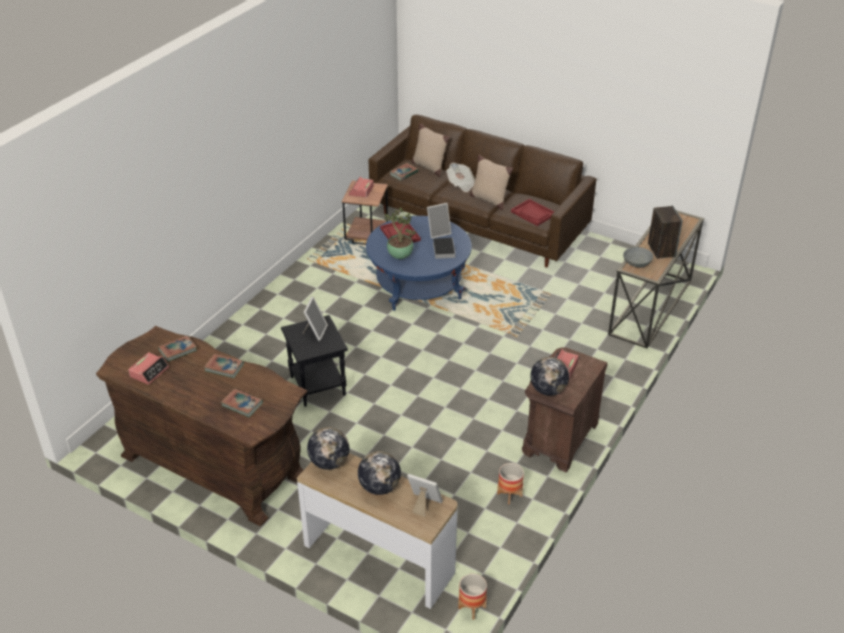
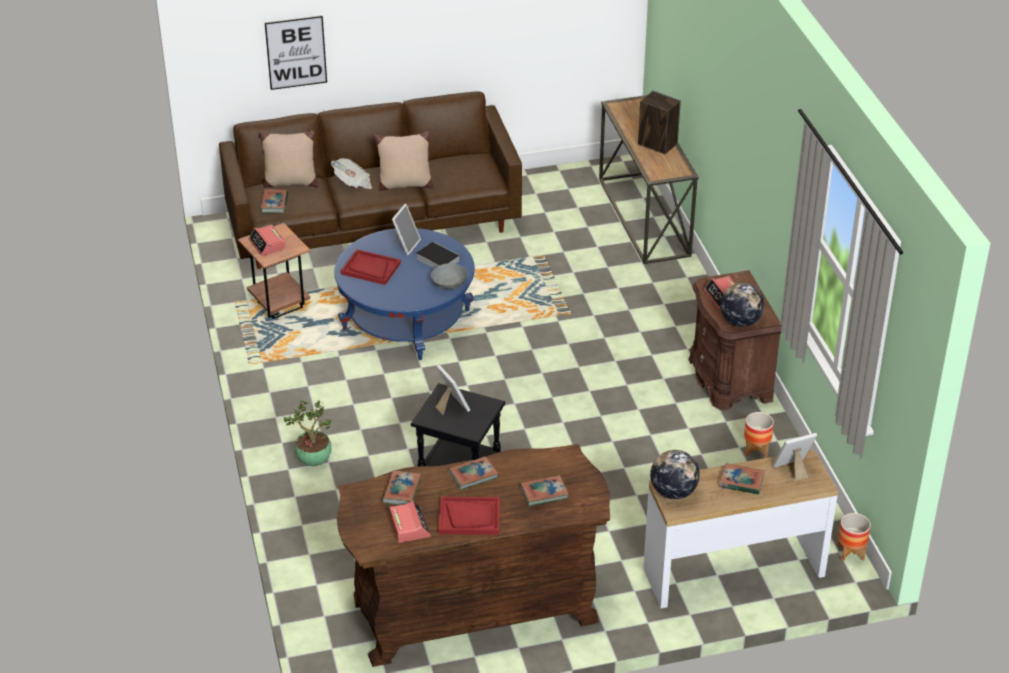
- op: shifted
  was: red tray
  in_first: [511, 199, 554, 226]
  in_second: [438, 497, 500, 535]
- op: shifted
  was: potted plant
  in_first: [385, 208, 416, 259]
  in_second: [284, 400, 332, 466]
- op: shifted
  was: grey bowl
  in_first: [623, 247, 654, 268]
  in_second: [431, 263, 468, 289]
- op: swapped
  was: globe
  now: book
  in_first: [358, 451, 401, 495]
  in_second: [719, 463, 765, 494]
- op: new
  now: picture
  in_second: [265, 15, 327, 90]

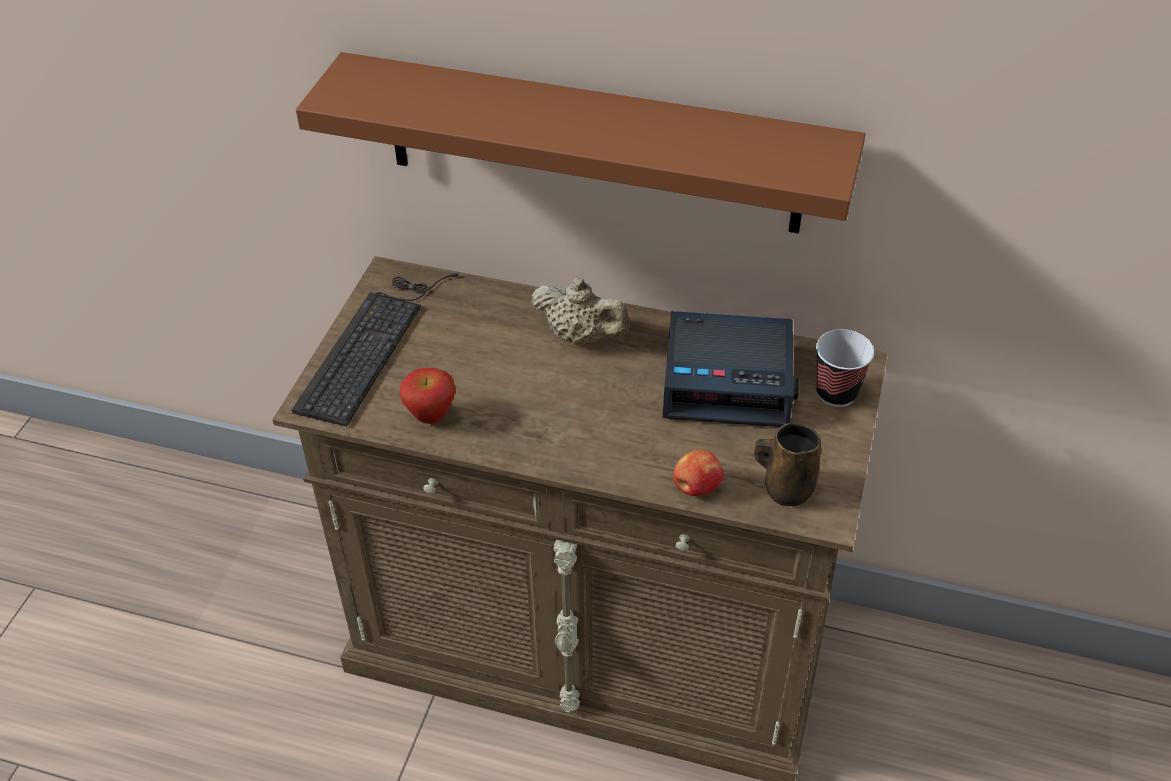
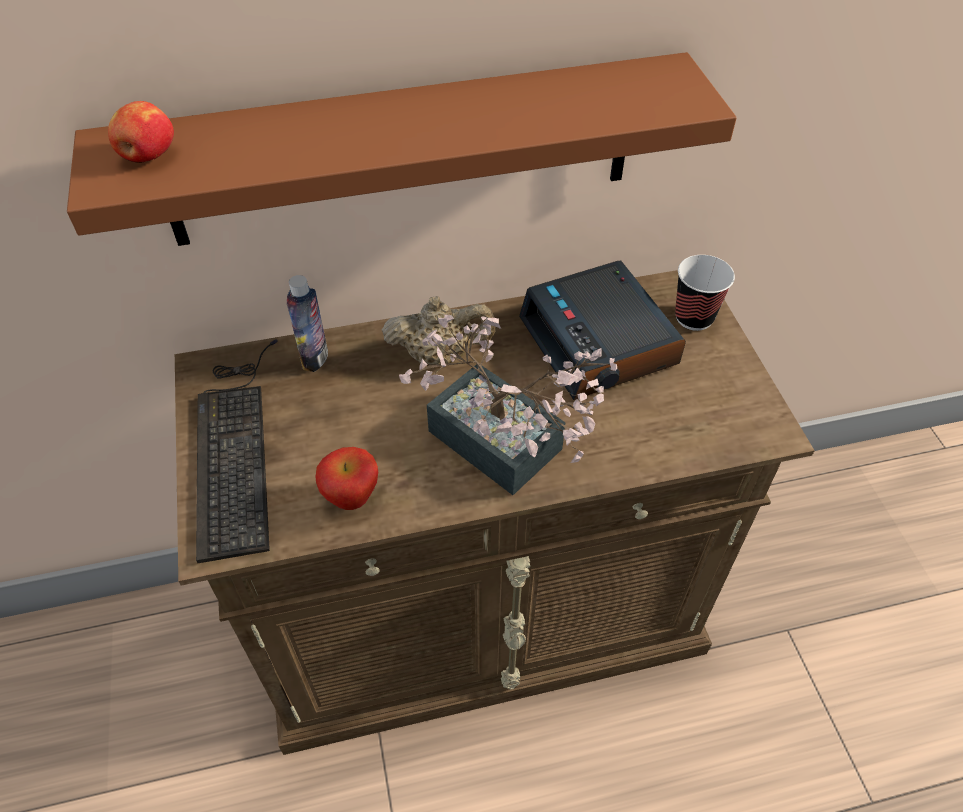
- op: rotated
  was: alarm clock
  in_first: [663, 311, 799, 427]
  in_second: [519, 261, 686, 400]
  clockwise: 90
- op: gone
  was: brown mug
  in_first: [754, 423, 821, 506]
- op: shifted
  was: apple
  in_first: [673, 450, 724, 496]
  in_second: [108, 101, 174, 163]
- op: new
  now: bottle
  in_second: [287, 275, 328, 372]
- op: new
  now: potted plant
  in_second: [399, 315, 617, 495]

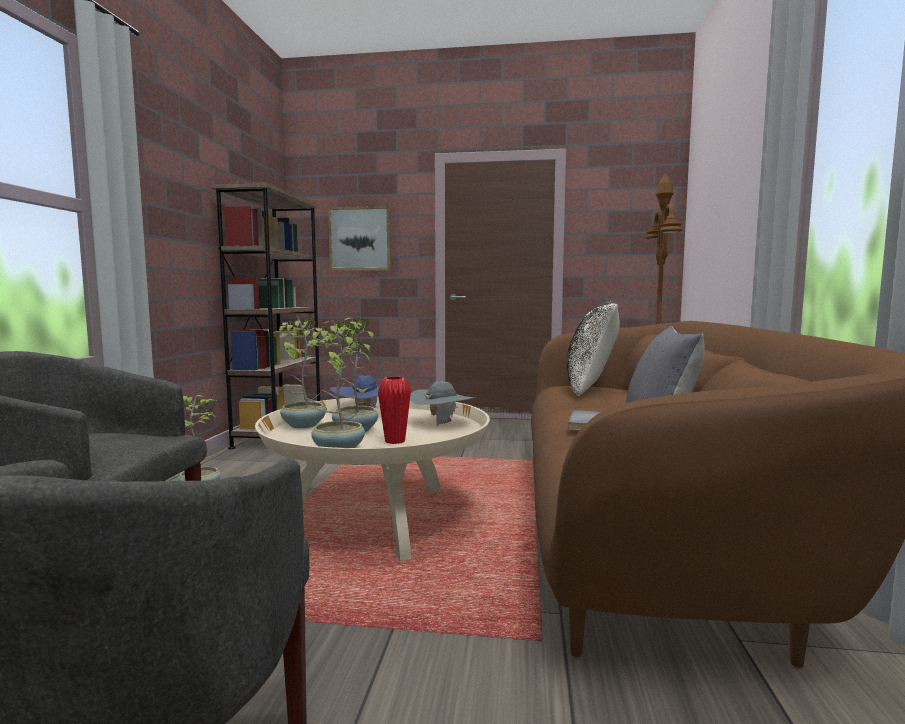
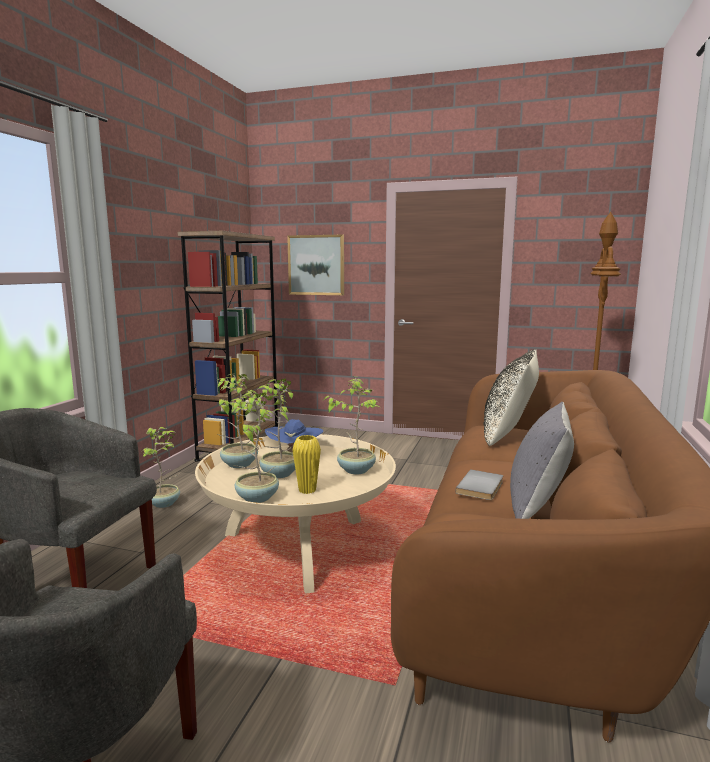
- op: repainted
  was: red vase
  now: yellow vase
  in_first: [378, 376, 411, 444]
  in_second: [292, 435, 321, 494]
- op: swapped
  was: grey hat
  now: potted plant
  in_first: [410, 381, 474, 427]
  in_second: [324, 377, 379, 475]

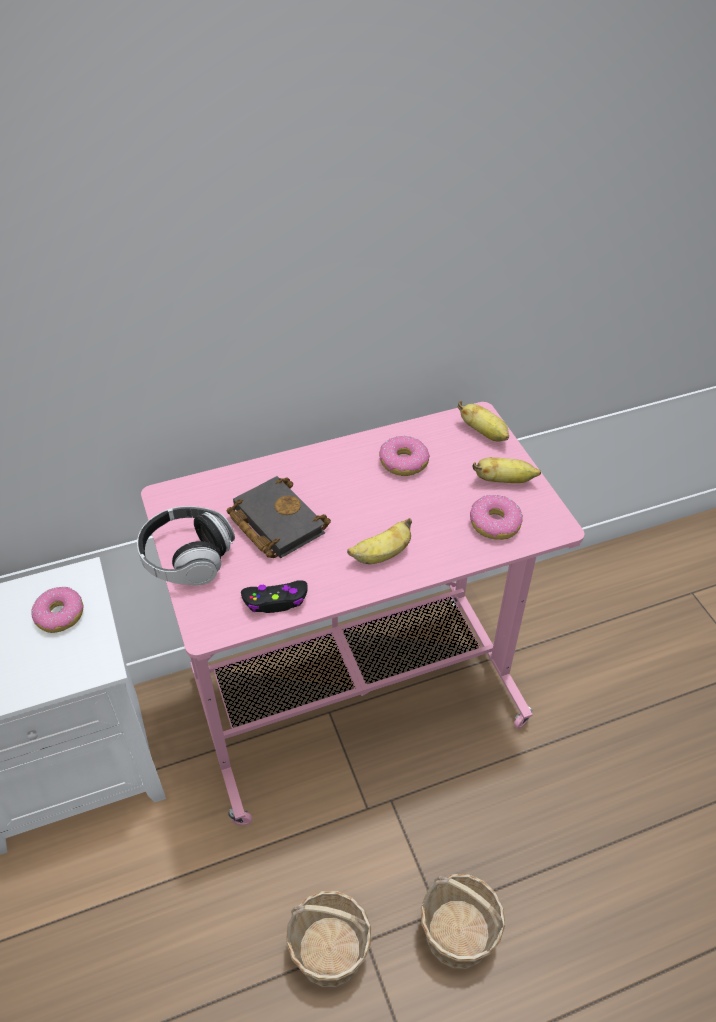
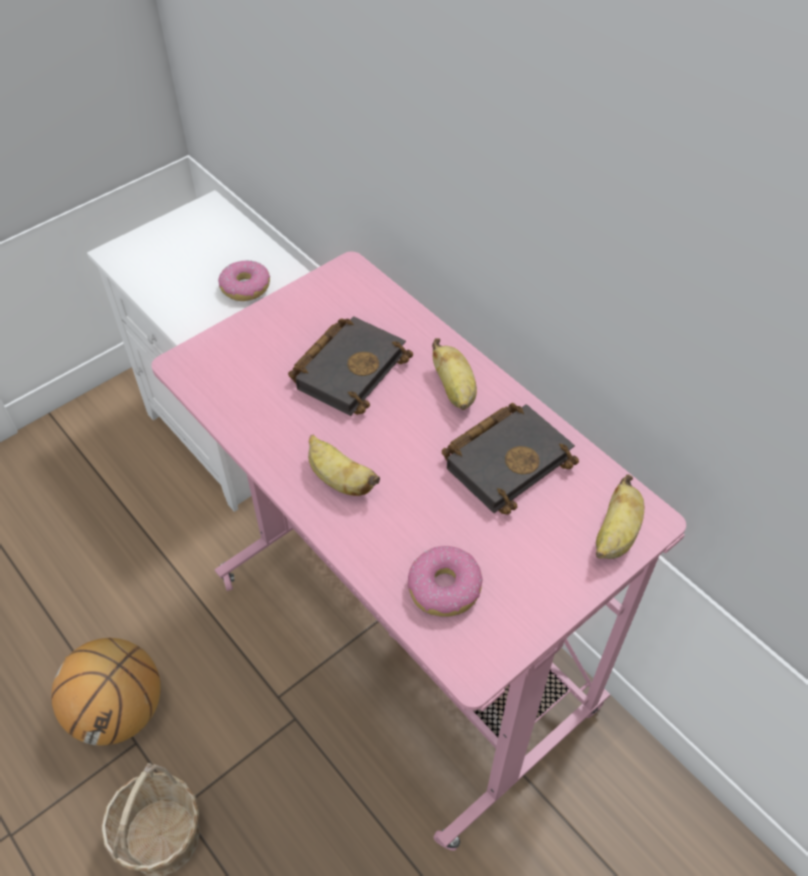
- op: swapped
  was: donut
  now: black book
  in_first: [379, 436, 430, 476]
  in_second: [442, 403, 579, 515]
- op: shifted
  was: banana
  in_first: [472, 457, 541, 483]
  in_second: [432, 338, 477, 410]
- op: gone
  was: headphones
  in_first: [137, 506, 235, 585]
- op: gone
  was: black game controller
  in_first: [241, 580, 308, 613]
- op: swapped
  was: basket
  now: basketball
  in_first: [286, 891, 371, 987]
  in_second: [51, 638, 161, 746]

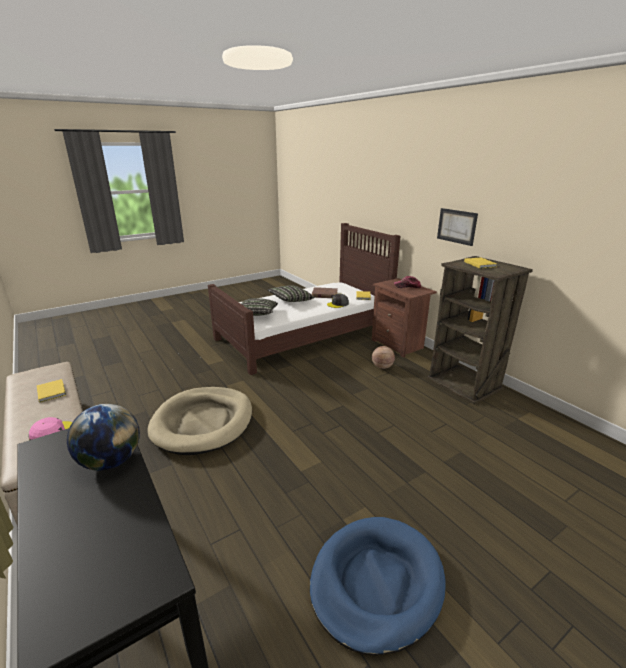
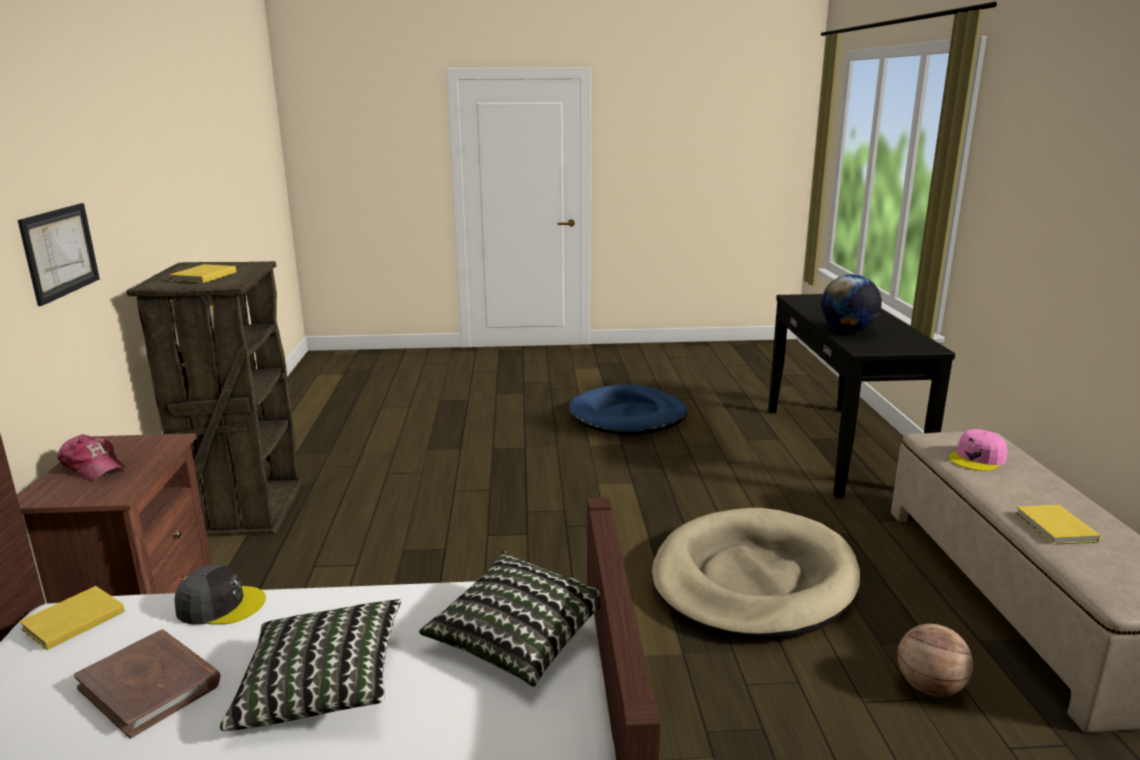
- op: shifted
  was: basketball
  in_first: [372, 346, 395, 369]
  in_second: [897, 624, 973, 697]

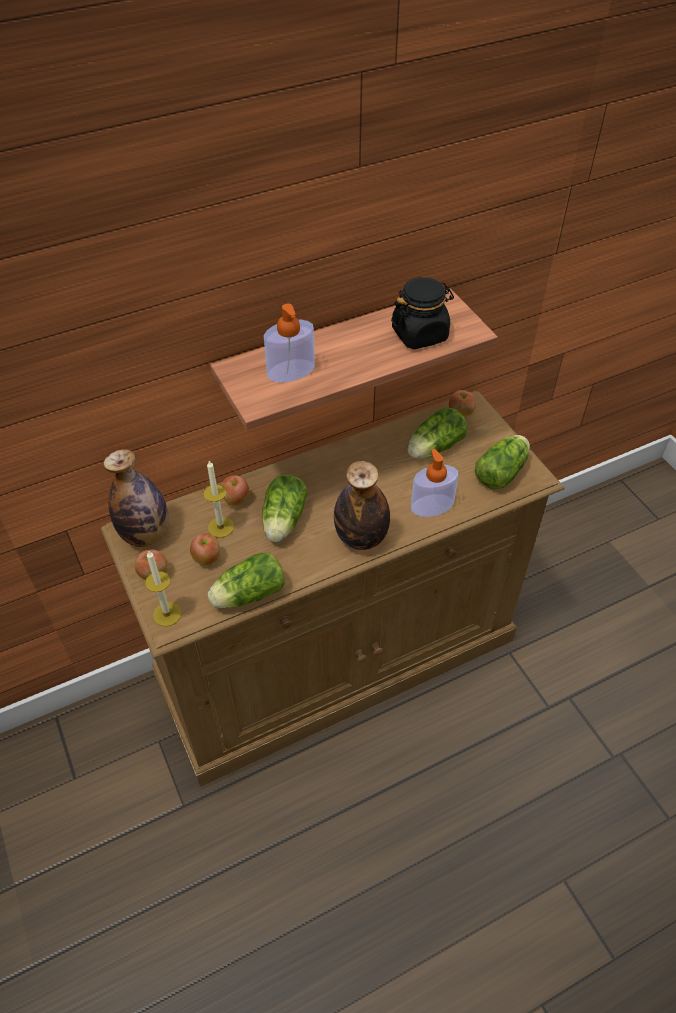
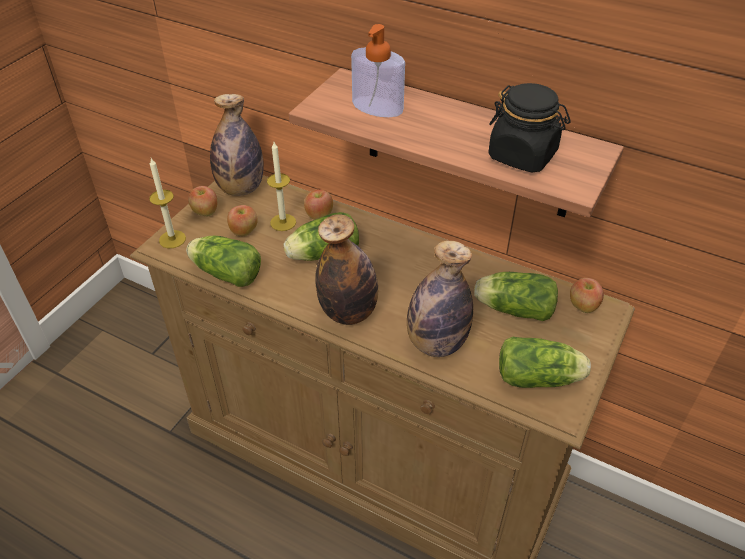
- op: swapped
  was: soap dispenser
  now: bottle
  in_first: [411, 449, 458, 517]
  in_second: [407, 240, 473, 357]

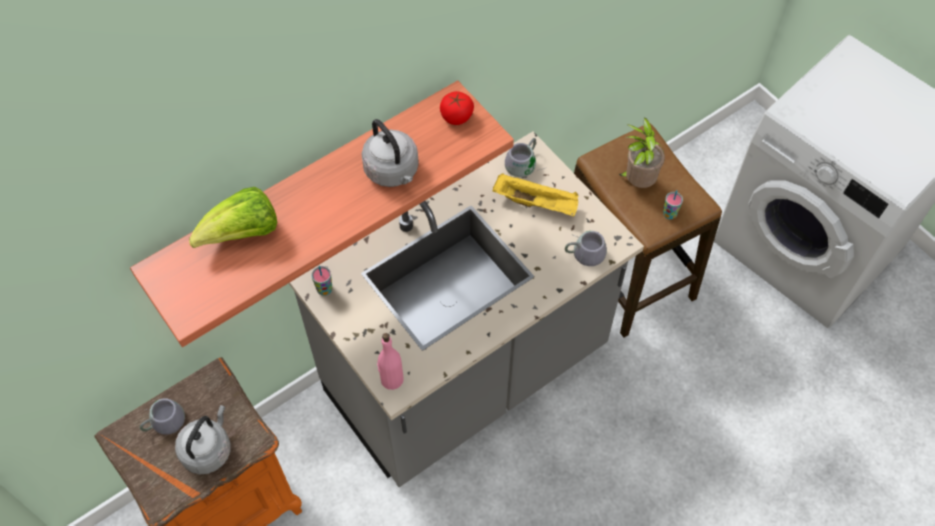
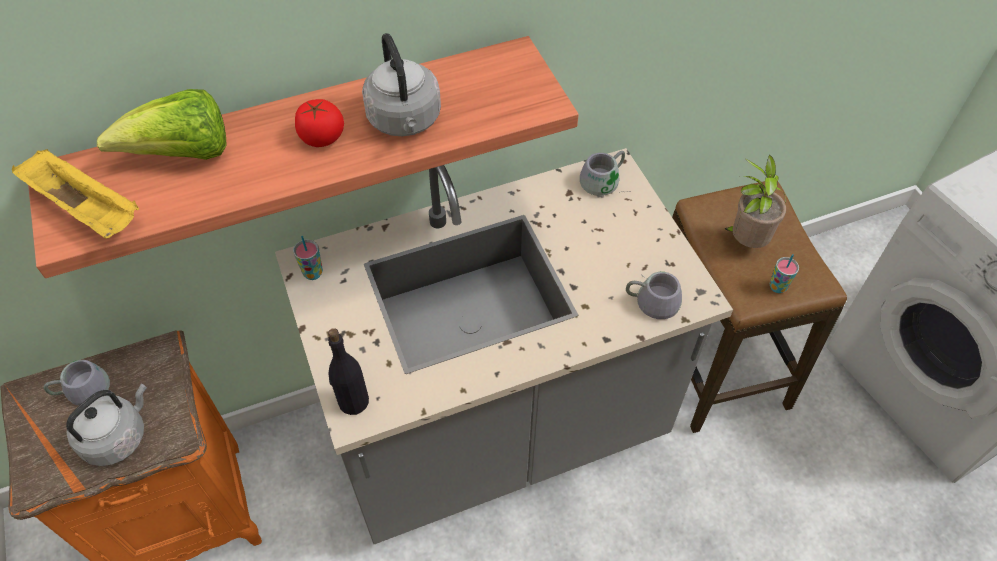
- op: shifted
  was: tomato
  in_first: [440, 91, 474, 125]
  in_second: [295, 99, 344, 147]
- op: shifted
  was: yellow tray
  in_first: [493, 173, 578, 217]
  in_second: [12, 149, 139, 239]
- op: repainted
  was: pink bottle
  now: black bottle
  in_first: [377, 333, 404, 390]
  in_second: [328, 328, 369, 415]

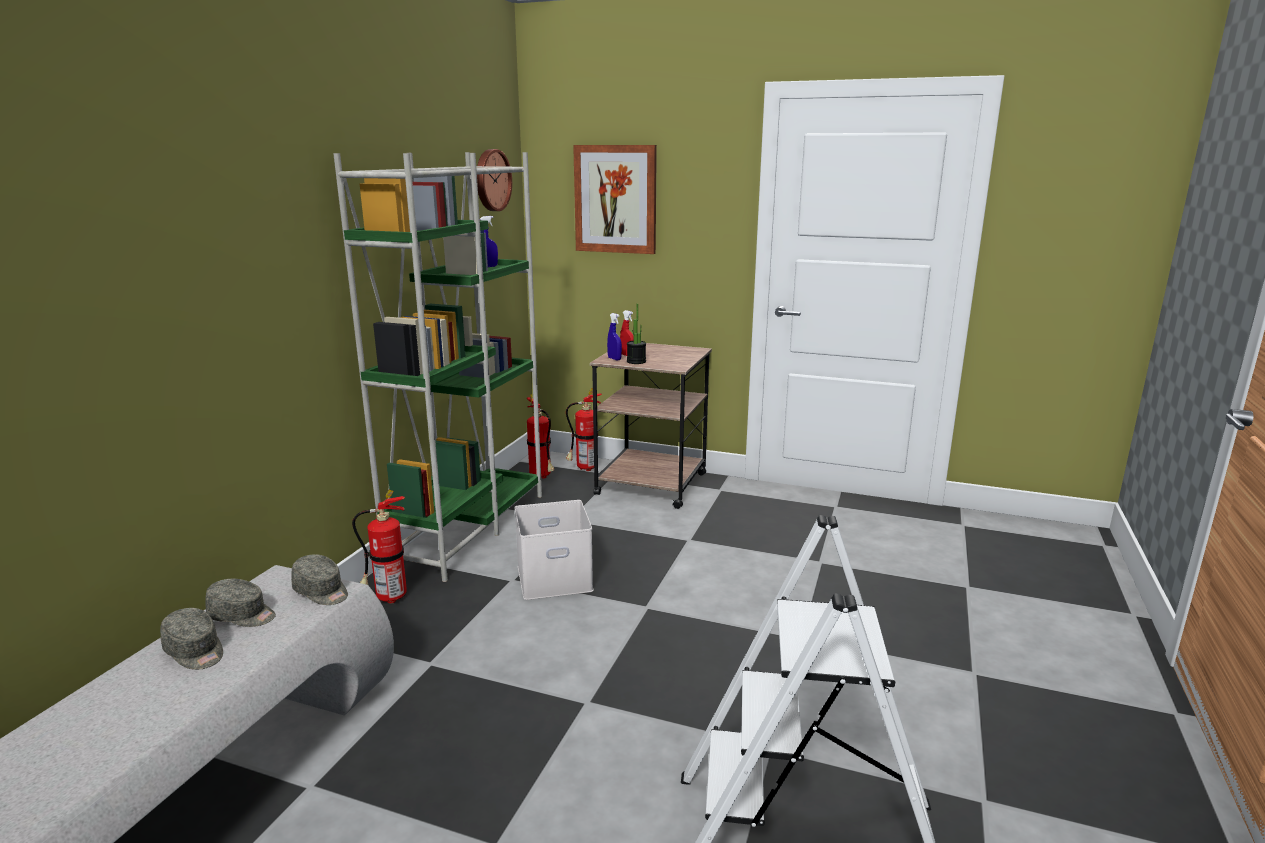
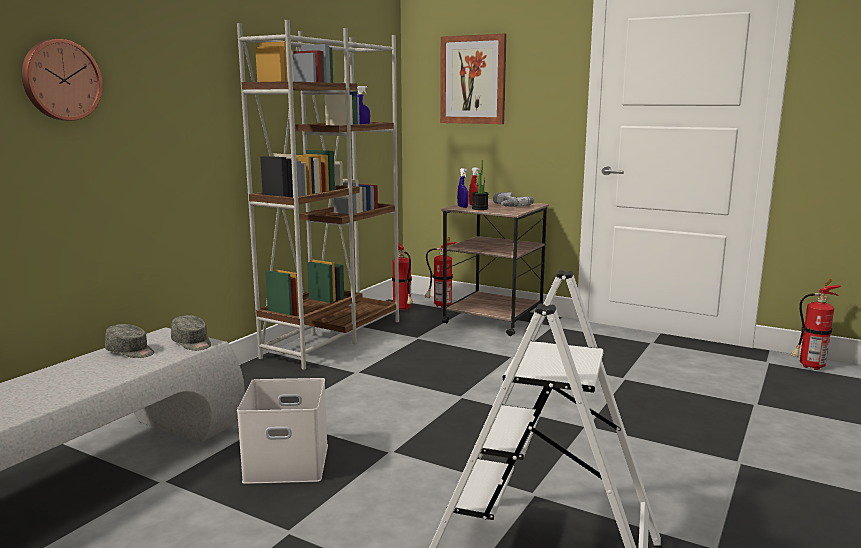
- op: shifted
  was: wall clock
  in_first: [477, 149, 512, 211]
  in_second: [22, 39, 102, 121]
- op: repainted
  was: green bookcase
  now: brown bookcase
  in_first: [333, 152, 542, 582]
  in_second: [237, 20, 399, 370]
- op: shifted
  was: fire extinguisher
  in_first: [352, 490, 407, 604]
  in_second: [791, 279, 841, 370]
- op: shifted
  was: white storage box
  in_first: [515, 500, 594, 600]
  in_second: [237, 378, 328, 484]
- op: gone
  was: grey cap
  in_first: [160, 608, 223, 670]
- op: new
  now: power drill
  in_second: [493, 192, 534, 207]

